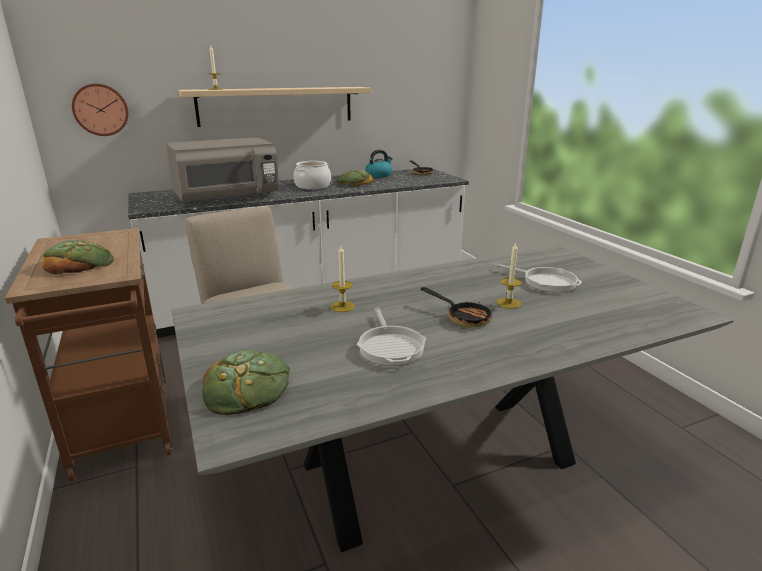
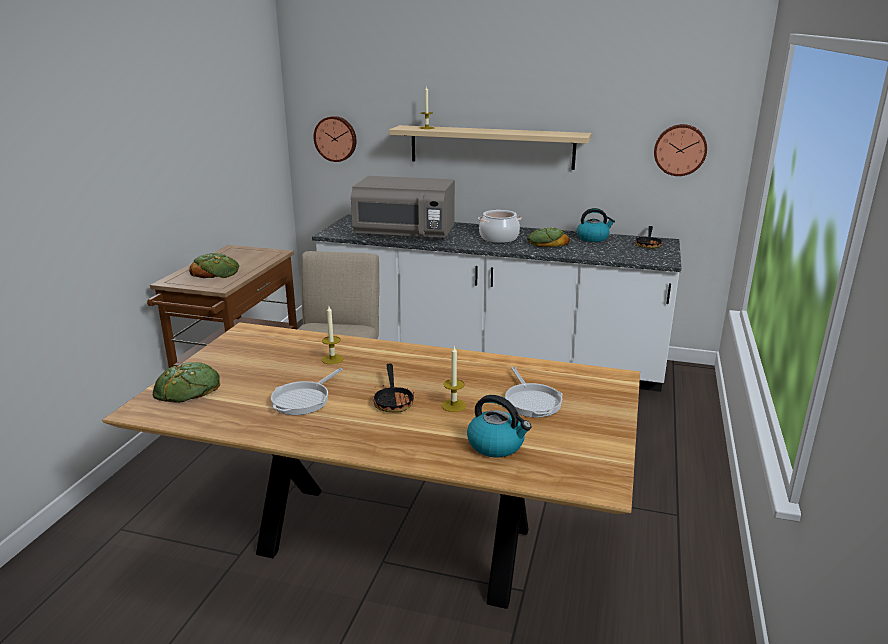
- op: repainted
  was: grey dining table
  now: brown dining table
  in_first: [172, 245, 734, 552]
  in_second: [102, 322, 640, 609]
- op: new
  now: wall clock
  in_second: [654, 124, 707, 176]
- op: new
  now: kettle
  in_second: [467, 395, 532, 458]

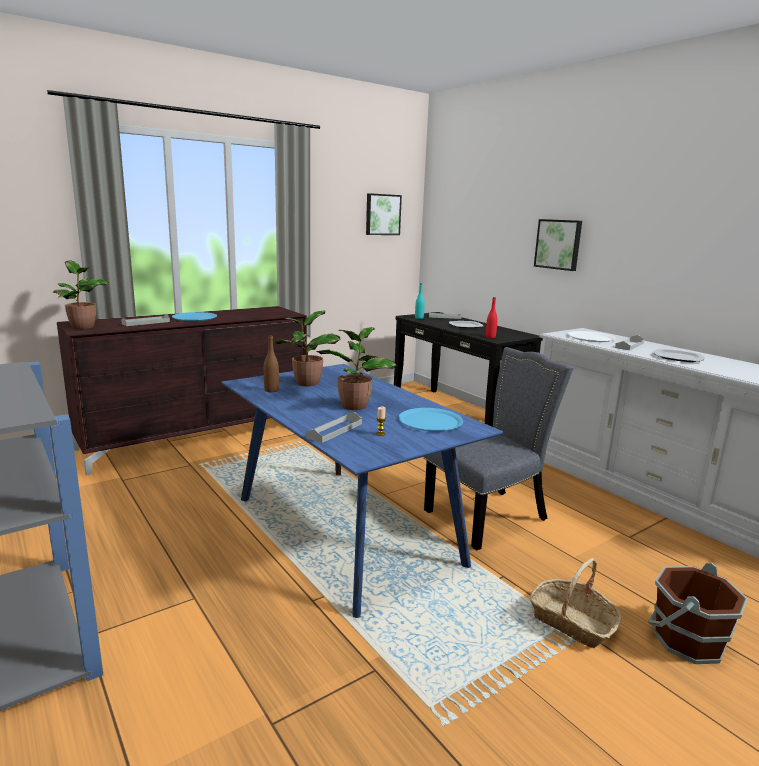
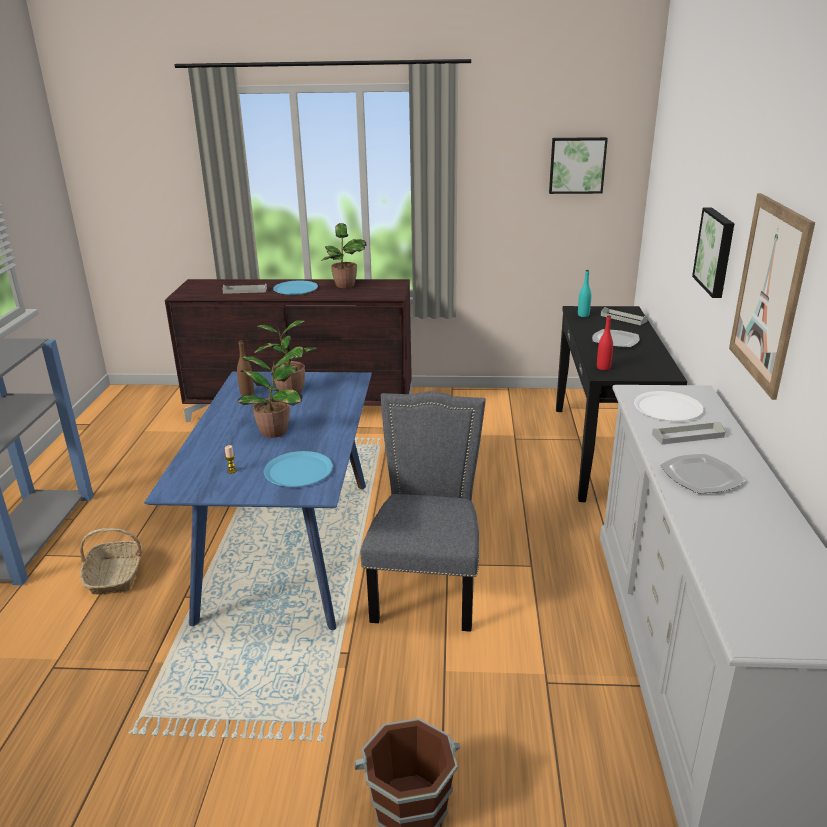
- op: shifted
  was: potted plant
  in_first: [53, 260, 109, 329]
  in_second: [321, 223, 367, 288]
- op: rotated
  was: grey chair
  in_first: [423, 347, 573, 550]
  in_second: [361, 391, 486, 632]
  clockwise: -90
- op: gone
  was: grey tray
  in_first: [306, 412, 362, 443]
- op: shifted
  was: basket
  in_first: [530, 558, 622, 648]
  in_second: [80, 528, 142, 595]
- op: new
  now: picture
  in_second: [729, 193, 815, 400]

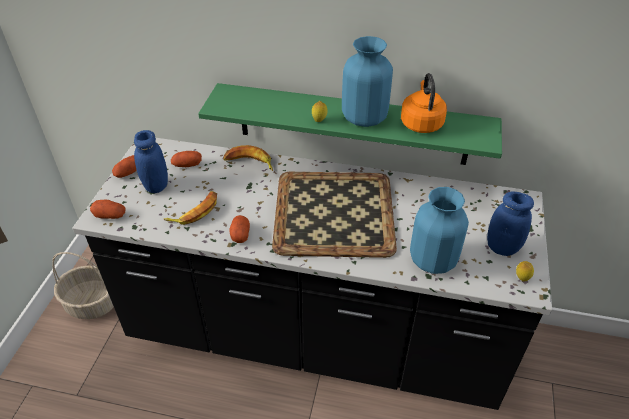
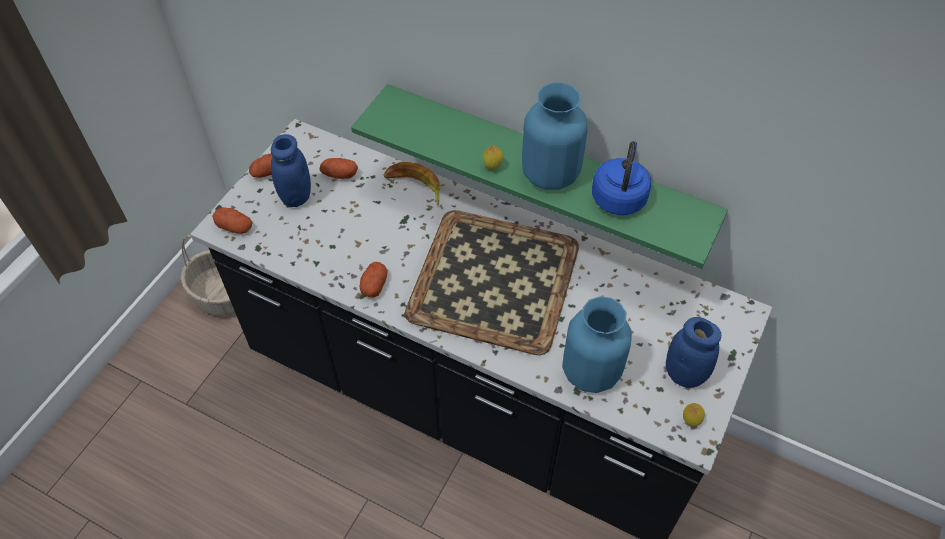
- op: repainted
  was: orange kettle
  now: blue kettle
  in_first: [401, 73, 447, 133]
  in_second: [592, 141, 651, 215]
- op: gone
  was: banana
  in_first: [164, 191, 217, 225]

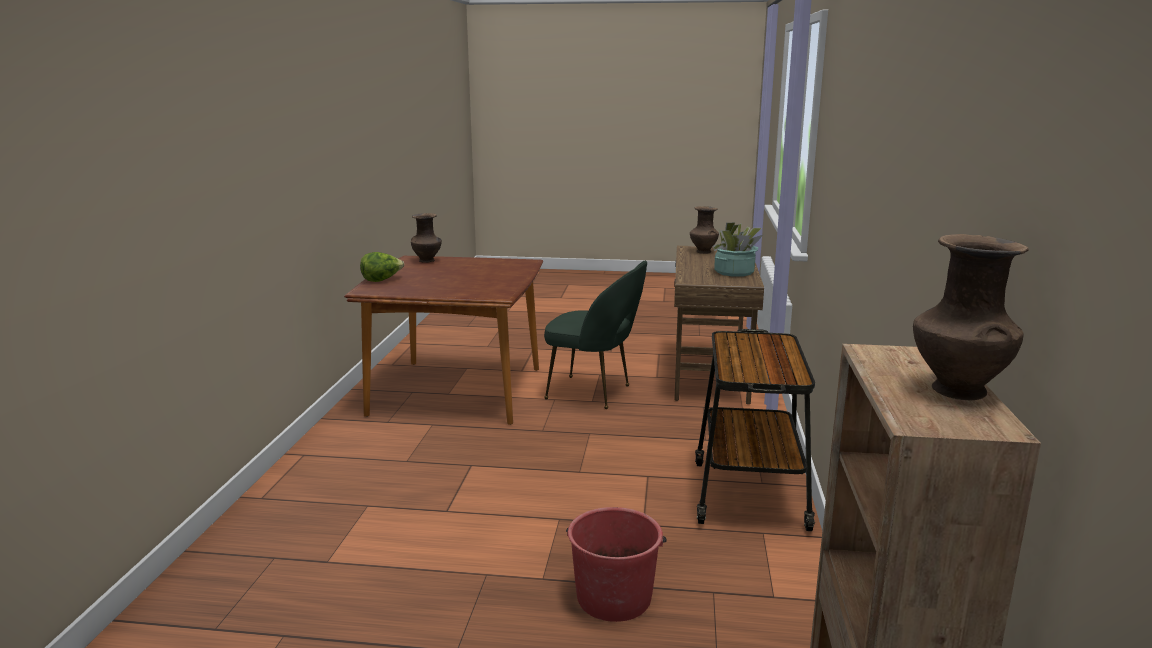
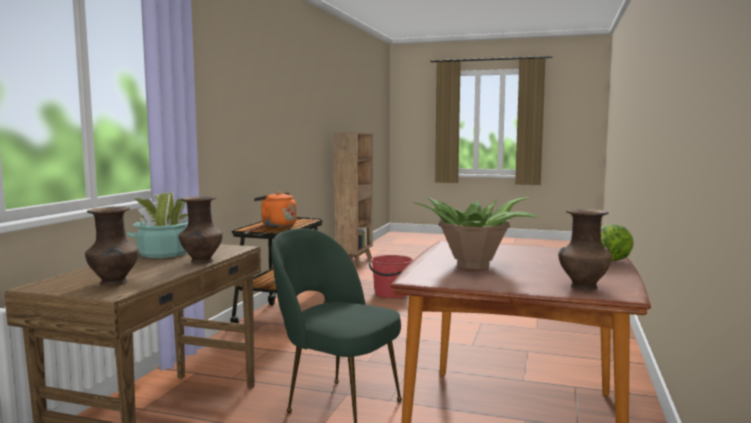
- op: shifted
  was: brown vase
  in_first: [913, 234, 1029, 401]
  in_second: [179, 196, 223, 264]
- op: new
  now: orange kettle
  in_second: [254, 191, 297, 227]
- op: new
  now: potted plant
  in_second: [413, 197, 539, 269]

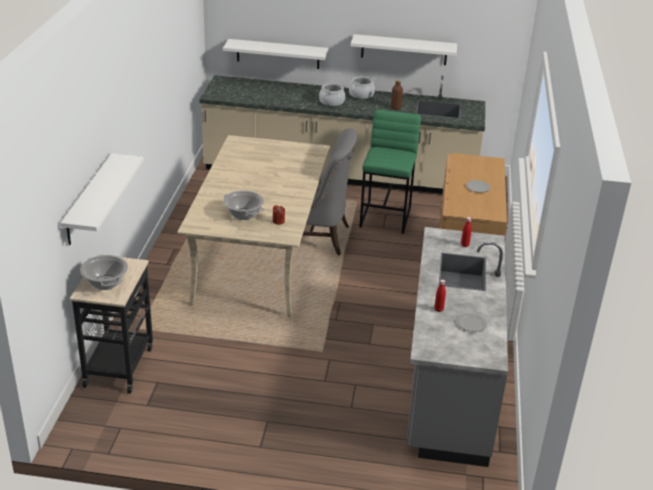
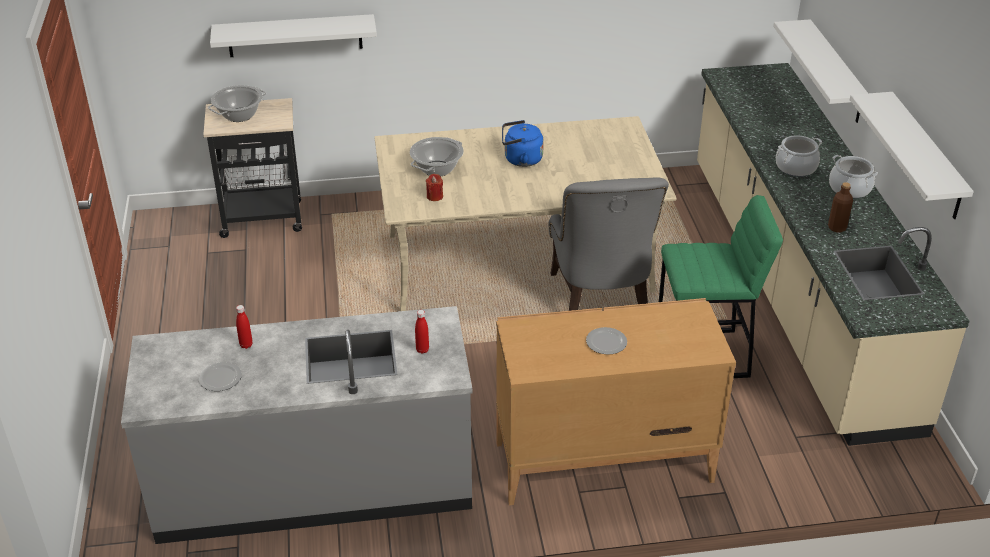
- op: new
  now: blue kettle
  in_second: [502, 120, 544, 167]

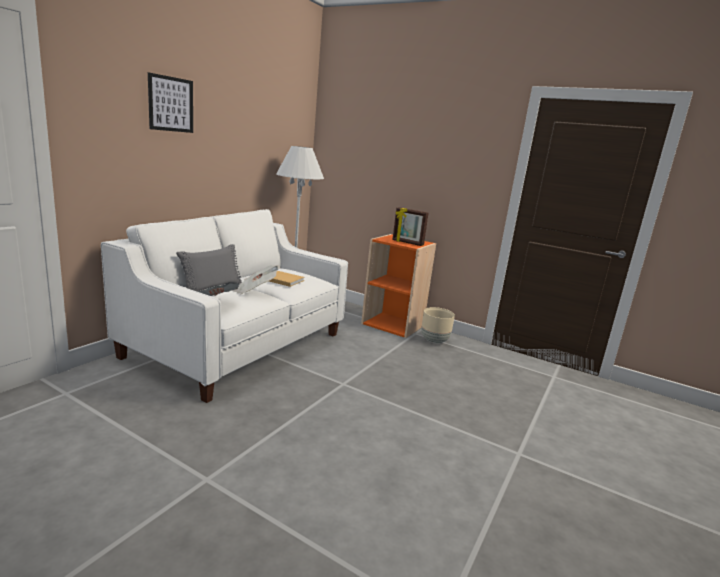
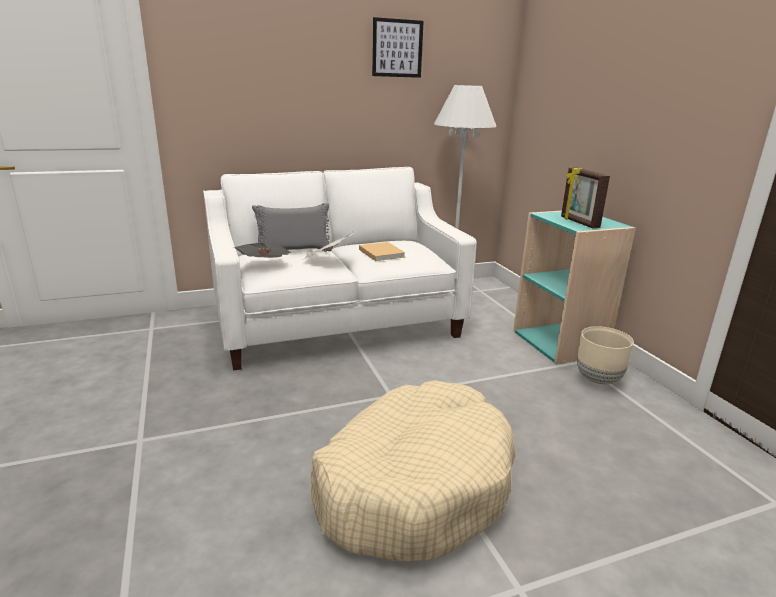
- op: shifted
  was: picture
  in_first: [148, 72, 193, 133]
  in_second: [372, 17, 424, 78]
- op: repainted
  was: orange bookcase
  now: turquoise bookcase
  in_first: [361, 234, 436, 338]
  in_second: [513, 211, 636, 364]
- op: new
  now: beige dog bed
  in_second: [311, 380, 516, 561]

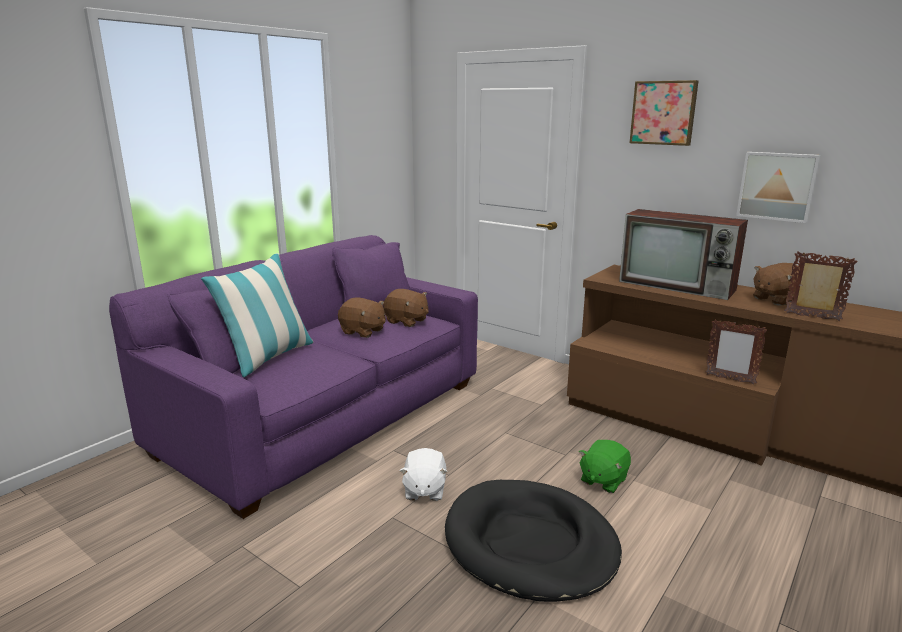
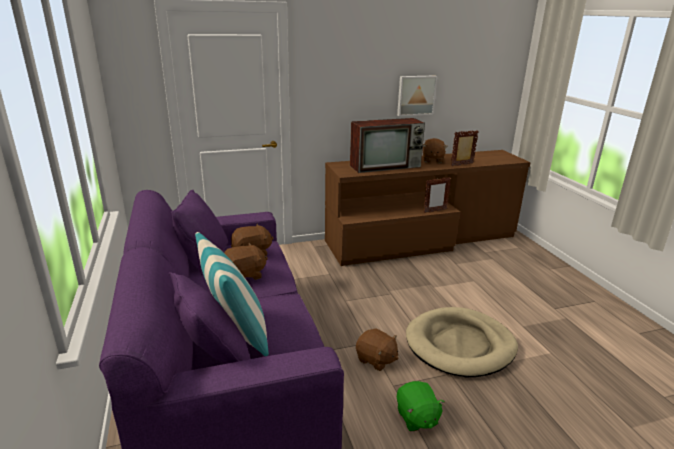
- op: gone
  was: picture
  in_first: [630, 80, 699, 146]
- op: shifted
  was: green plush toy
  in_first: [579, 440, 631, 493]
  in_second: [397, 381, 445, 432]
- op: repainted
  was: white plush toy
  now: brown plush toy
  in_first: [400, 448, 447, 501]
  in_second: [356, 328, 399, 371]
- op: repainted
  was: black dog bed
  now: beige dog bed
  in_first: [445, 480, 622, 602]
  in_second: [406, 307, 518, 377]

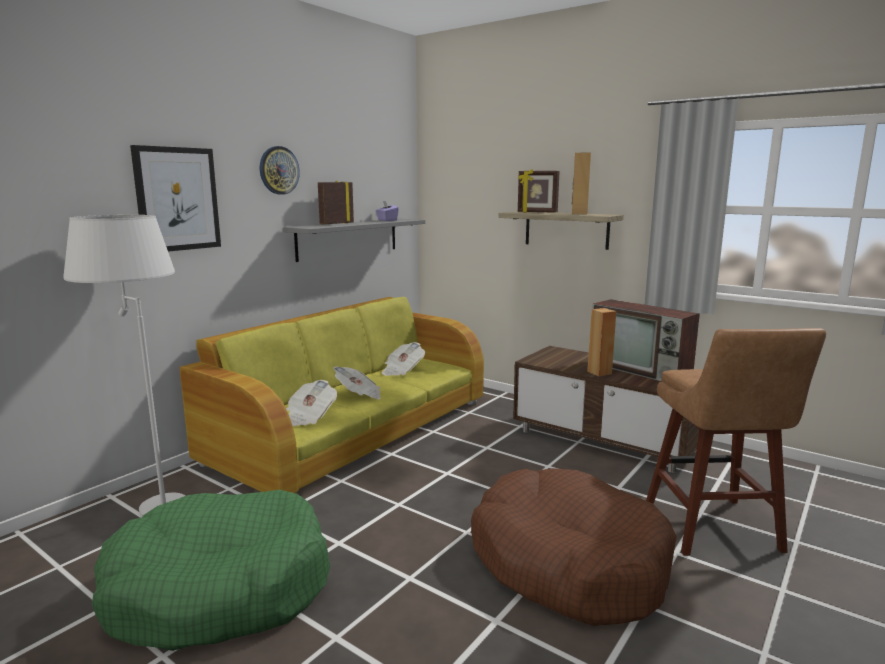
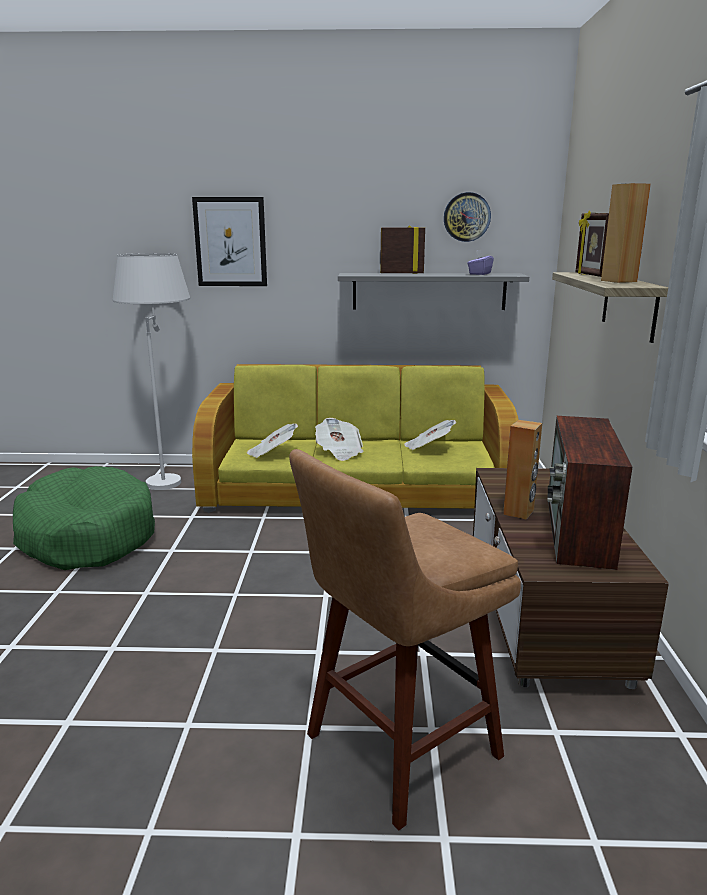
- op: shifted
  was: wall clock
  in_first: [260, 146, 300, 195]
  in_second: [444, 192, 491, 242]
- op: gone
  was: brown dog bed
  in_first: [471, 468, 677, 626]

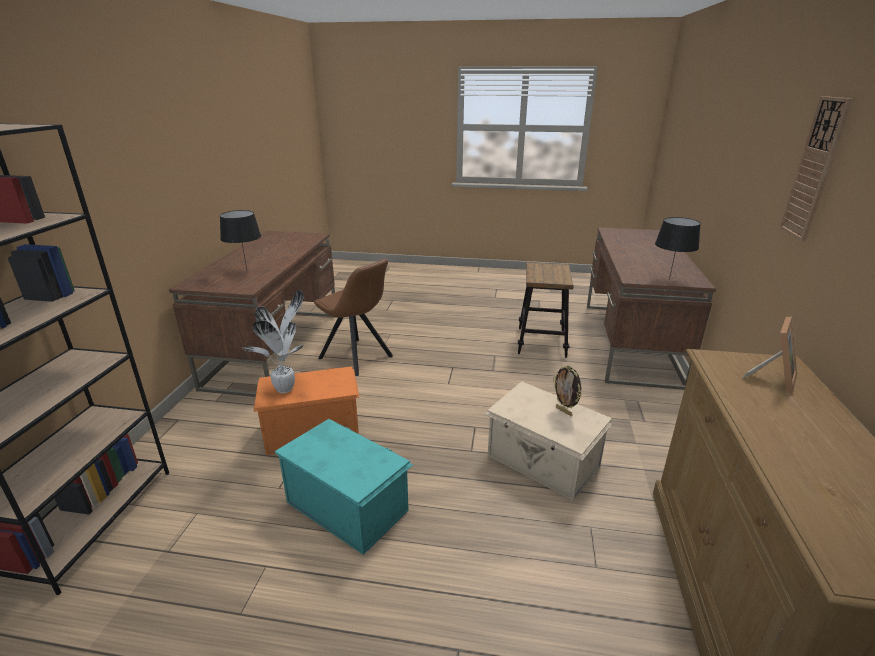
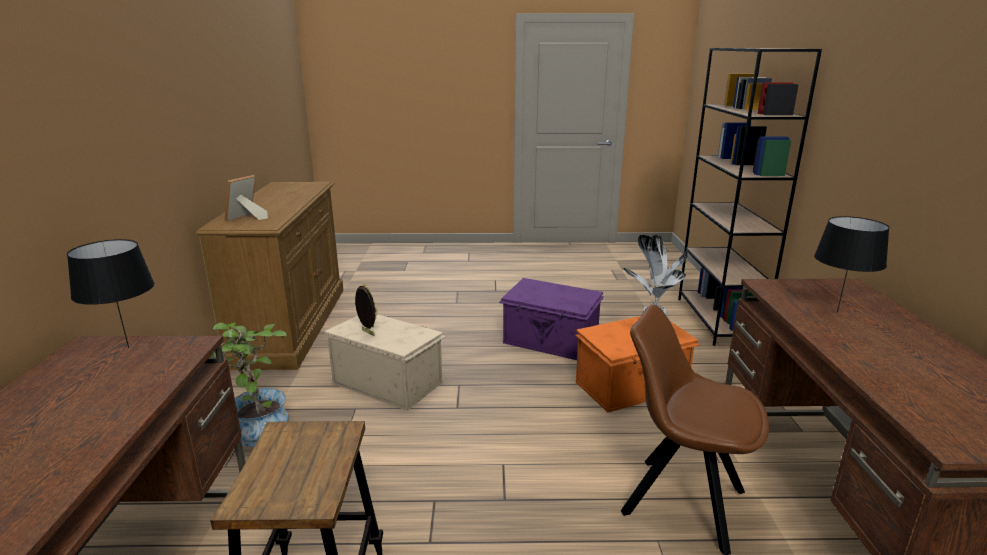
- op: gone
  was: wall clock
  in_first: [780, 96, 853, 241]
- op: repainted
  was: turquoise storage box
  now: purple storage box
  in_first: [275, 419, 413, 555]
  in_second: [499, 278, 604, 360]
- op: new
  now: potted plant
  in_second: [210, 322, 289, 447]

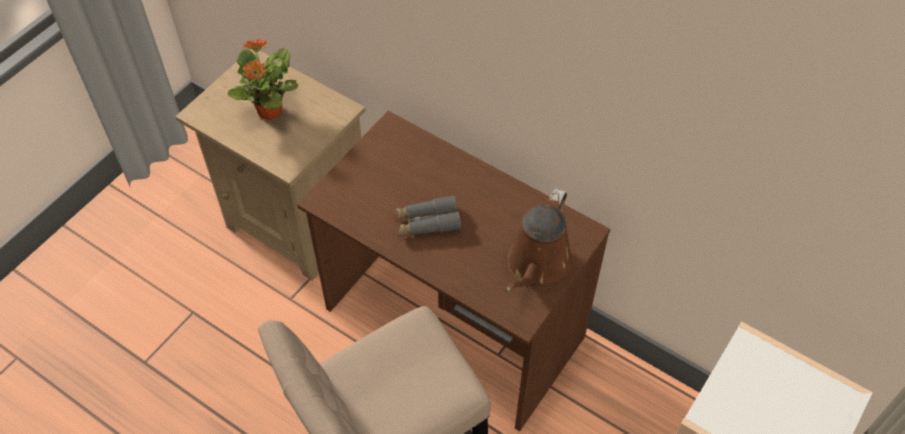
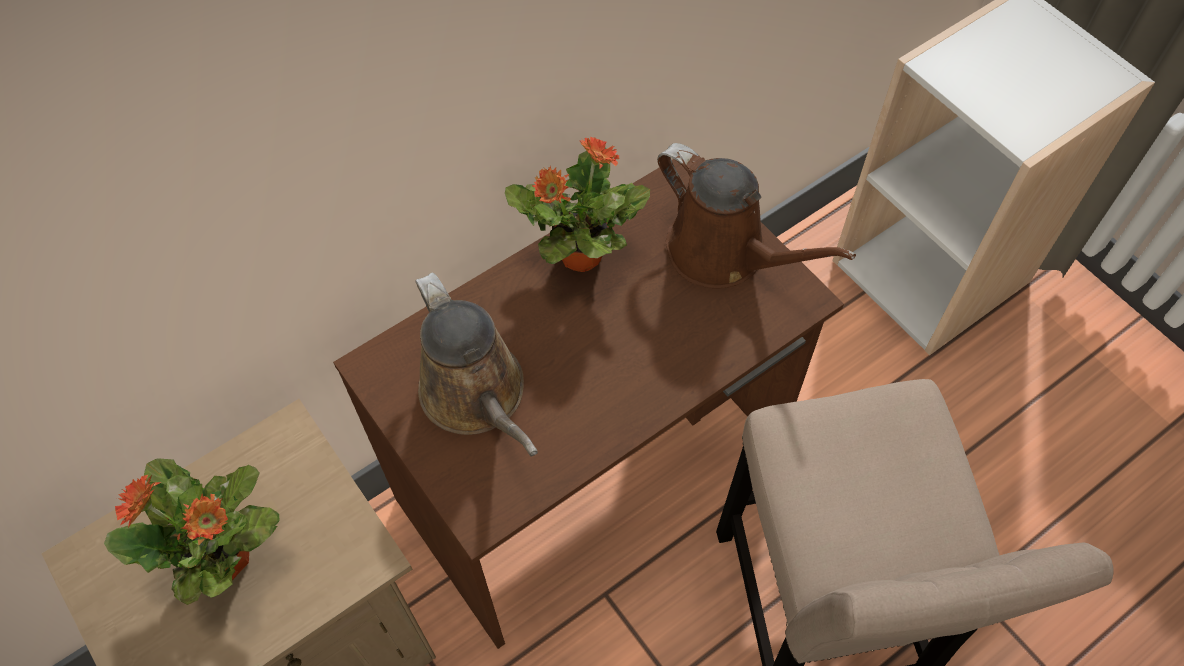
- op: gone
  was: grey binoculars
  in_first: [393, 195, 461, 236]
- op: new
  now: potted plant
  in_second: [505, 136, 650, 272]
- op: new
  now: brown watering can
  in_second: [415, 273, 538, 457]

